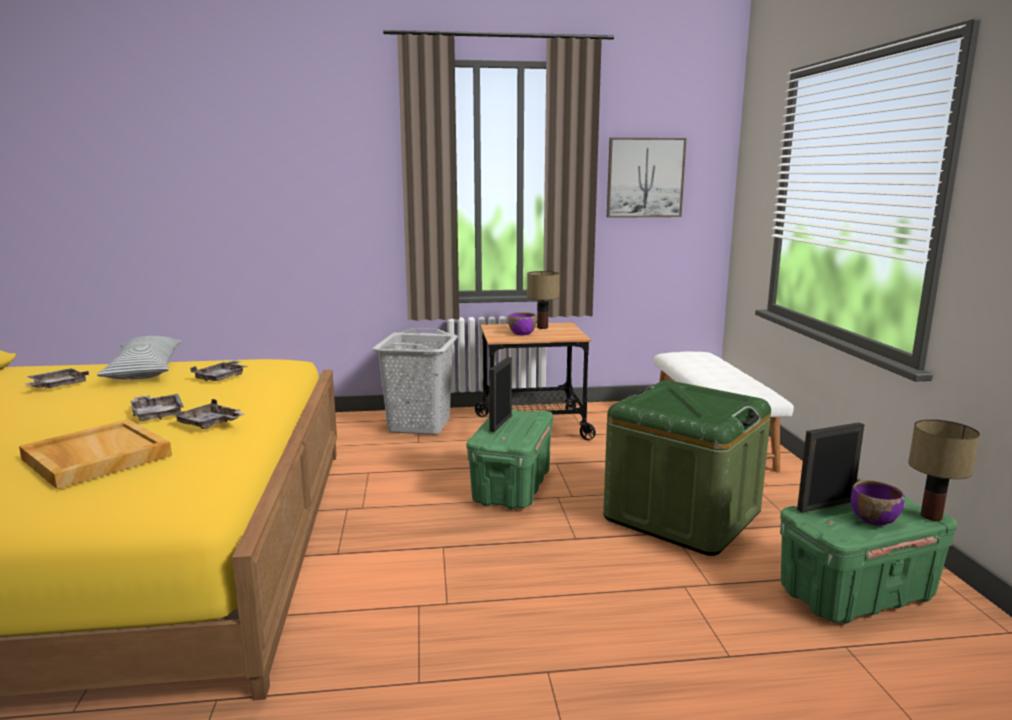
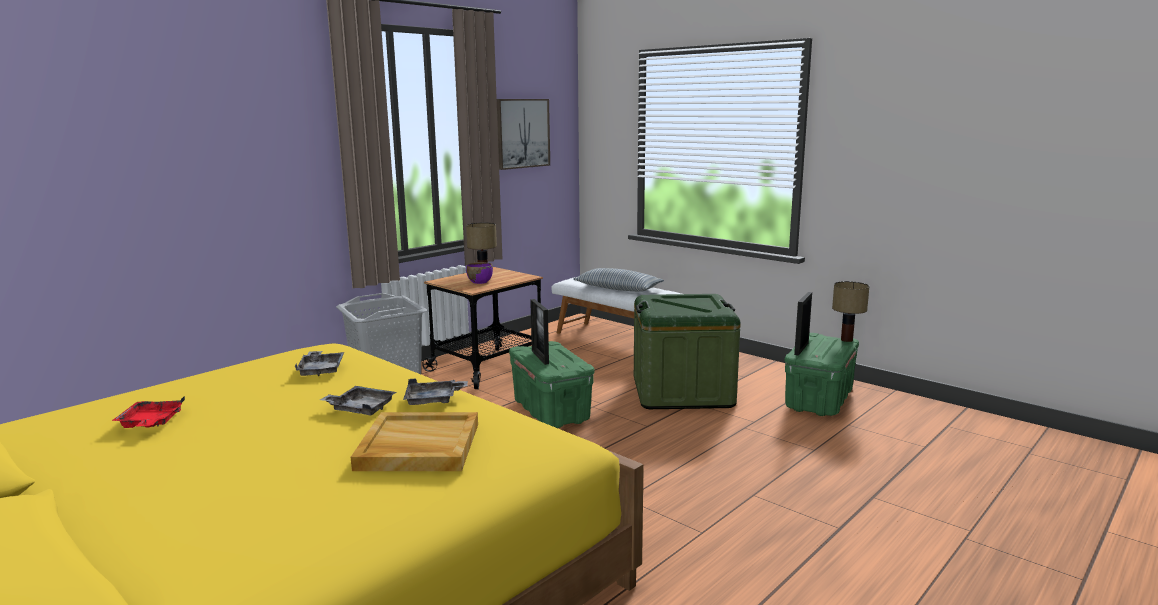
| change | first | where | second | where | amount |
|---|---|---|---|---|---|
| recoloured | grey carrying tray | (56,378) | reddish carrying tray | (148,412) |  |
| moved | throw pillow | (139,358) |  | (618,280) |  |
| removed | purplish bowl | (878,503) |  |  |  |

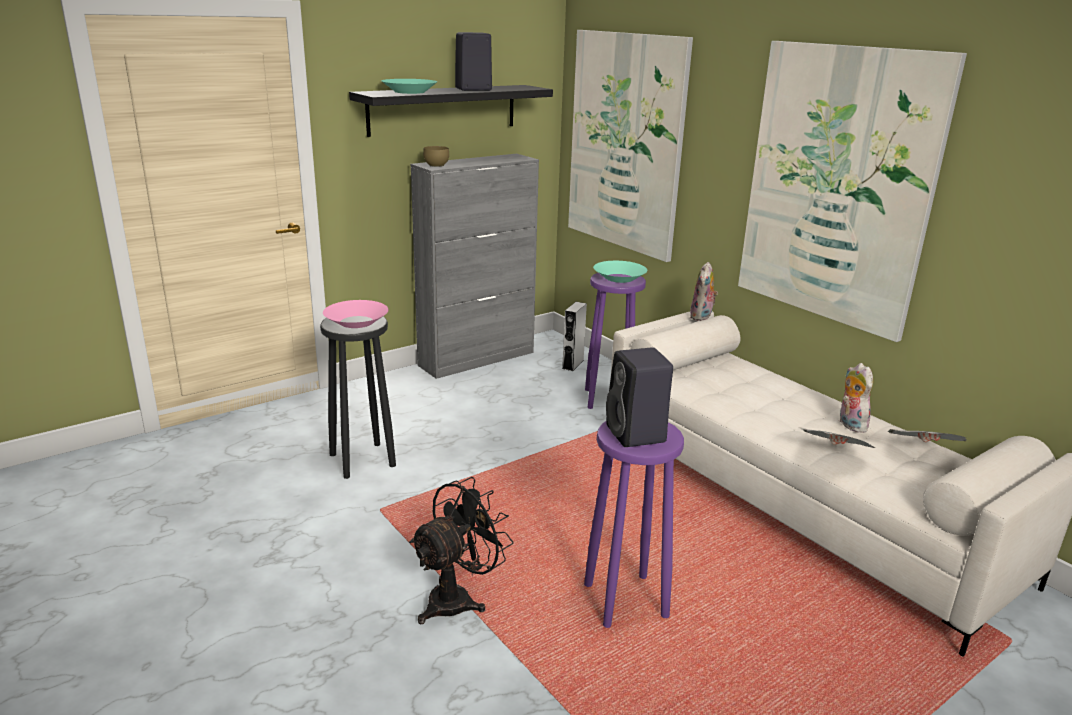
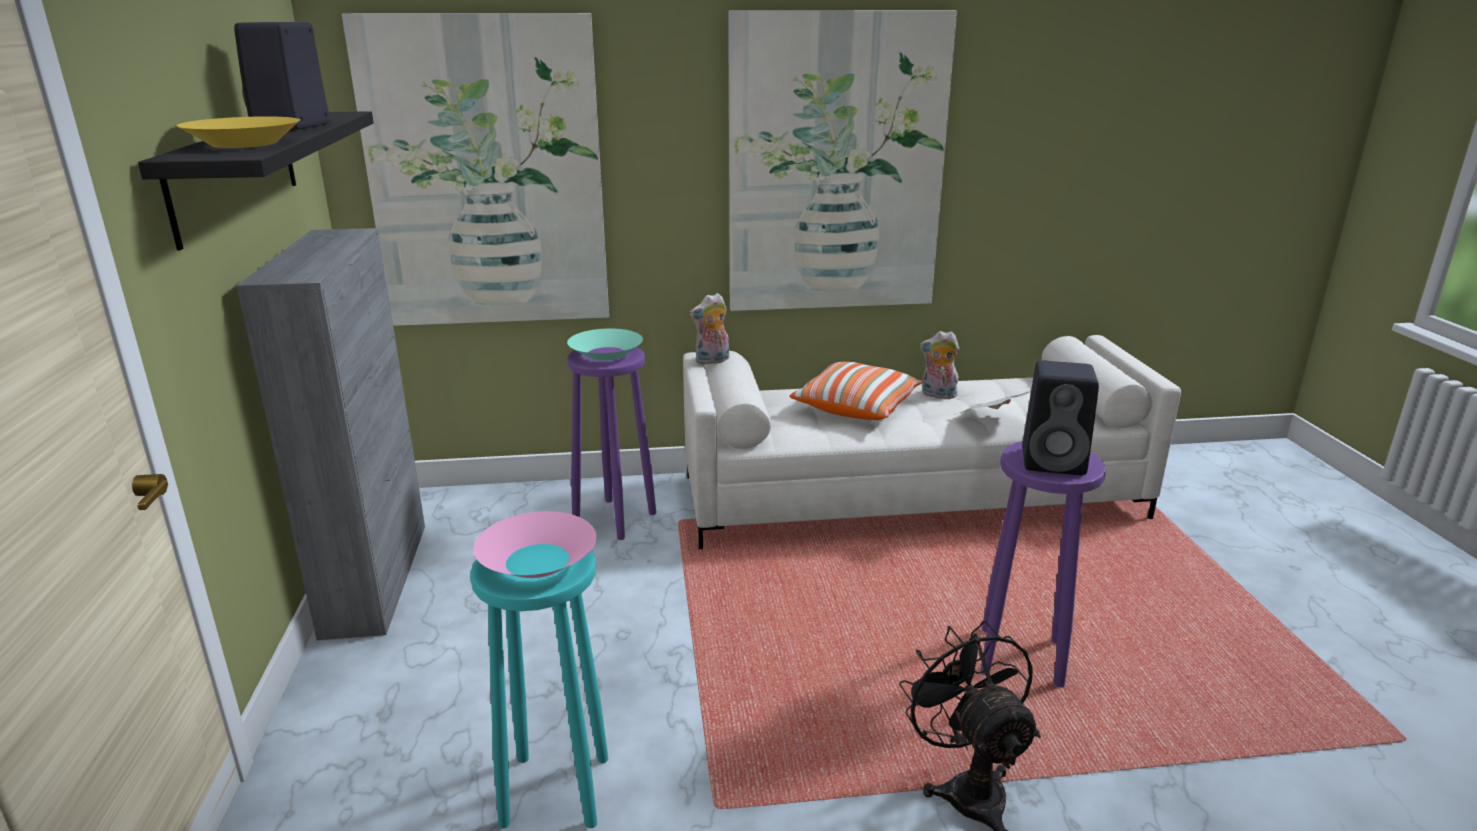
| change | first | where | second | where | amount |
|---|---|---|---|---|---|
| recoloured | turquoise-coloured bowl | (409,86) | yellow-coloured bowl | (238,132) |  |
| recoloured | black stool | (358,397) | turquoise-coloured stool | (539,686) |  |
| turned | soft toy | (704,291) |  | (709,329) | 105 degrees clockwise |
| added |  |  | throw pillow | (856,391) |  |
| removed | brownish bowl | (436,156) |  |  |  |
| removed | grey loudspeaker | (574,336) |  |  |  |
| removed | daily paper | (927,435) |  |  |  |

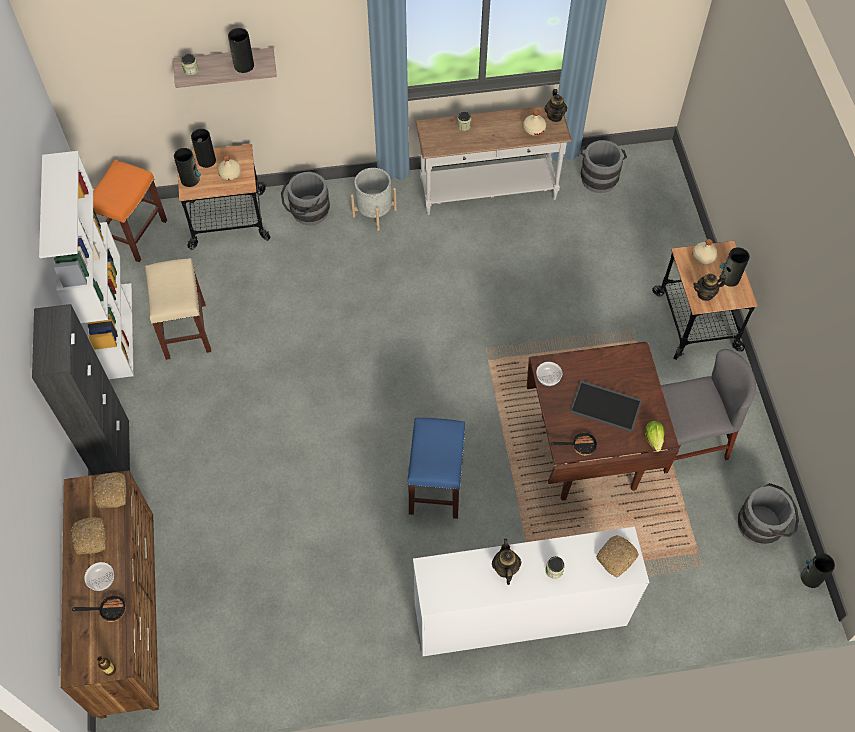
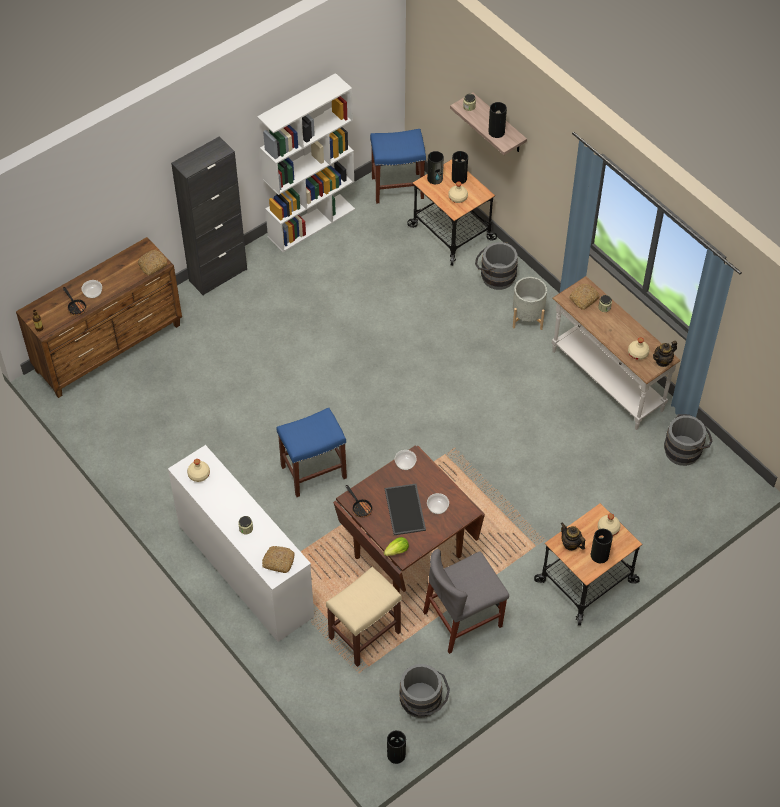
| change | first | where | second | where | amount |
|---|---|---|---|---|---|
| added |  |  | sand-coloured bottle | (198,470) |  |
| moved | sand-coloured stool | (178,309) |  | (364,617) |  |
| recoloured | orange stool | (130,211) | blue stool | (398,166) |  |
| turned | grey chair | (708,411) |  | (466,601) | 105 degrees clockwise |
| added |  |  | bowl | (438,503) |  |
| moved | bread | (88,535) |  | (585,297) |  |
| removed | pot for tea | (507,562) |  |  |  |

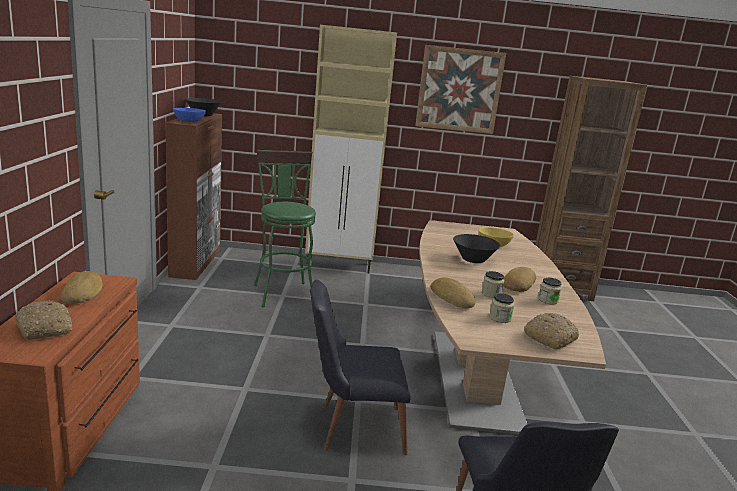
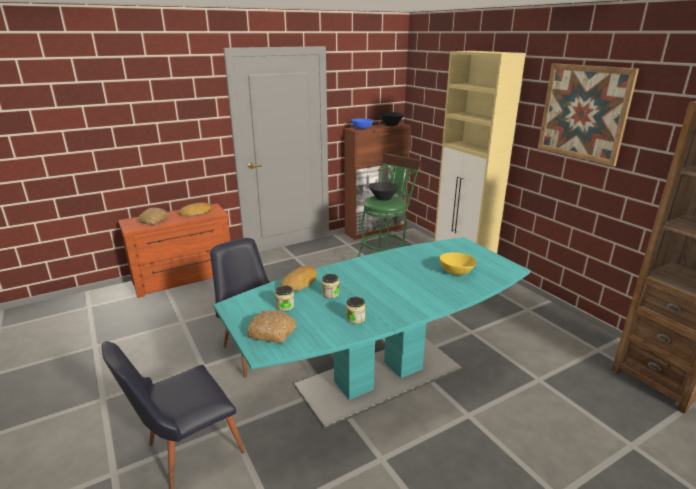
| change | first | where | second | where | amount |
|---|---|---|---|---|---|
| recoloured | brownish dining table | (512,327) | turquoise-coloured dining table | (372,333) |  |
| moved | black bowl | (476,248) |  | (384,191) |  |
| removed | bread | (519,279) |  |  |  |

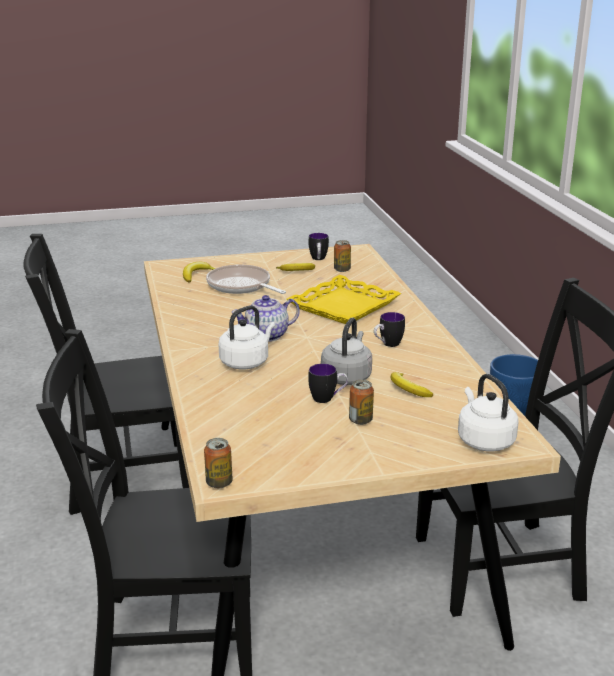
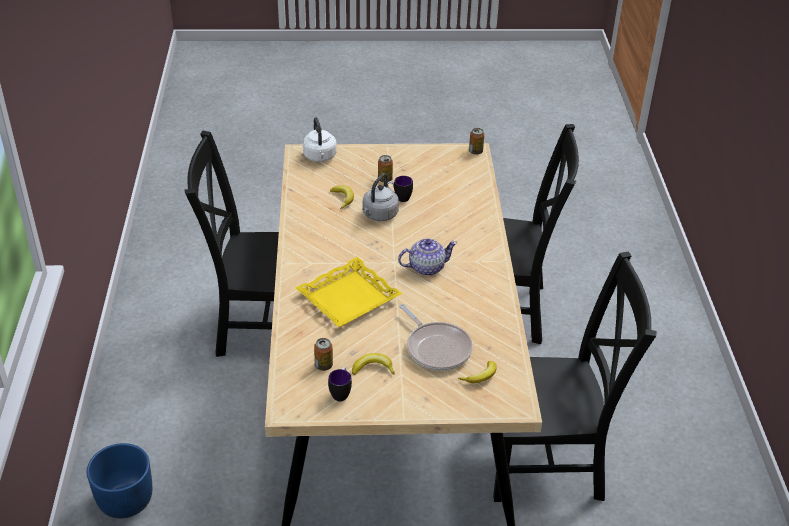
| change | first | where | second | where | amount |
|---|---|---|---|---|---|
| removed | white-coloured tea kettle | (246,337) |  |  |  |
| removed | coffee mug | (389,329) |  |  |  |

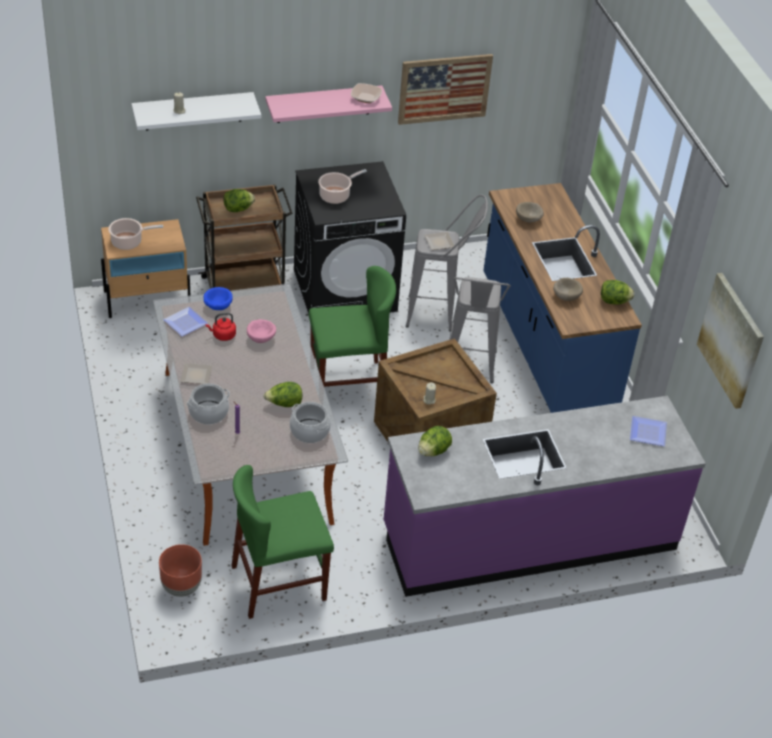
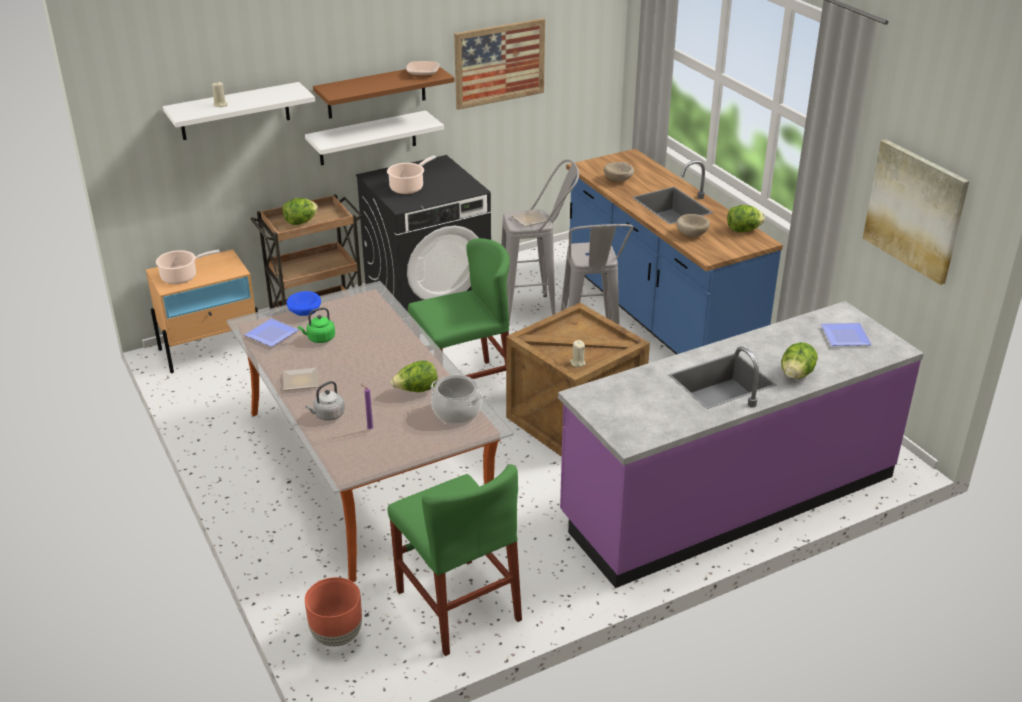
| change | first | where | second | where | amount |
|---|---|---|---|---|---|
| recoloured | reddish tea kettle | (221,327) | green tea kettle | (316,325) |  |
| added |  |  | white-coloured bracket shelf | (374,137) |  |
| replaced | stockpot | (208,404) | grey tea kettle | (325,401) |  |
| recoloured | pink bracket shelf | (328,104) | brownish bracket shelf | (384,93) |  |
| turned | green chair | (283,542) |  | (455,560) | 90 degrees counterclockwise |
| moved | head of lettuce | (435,441) |  | (799,360) |  |
| removed | pink bowl | (261,331) |  |  |  |

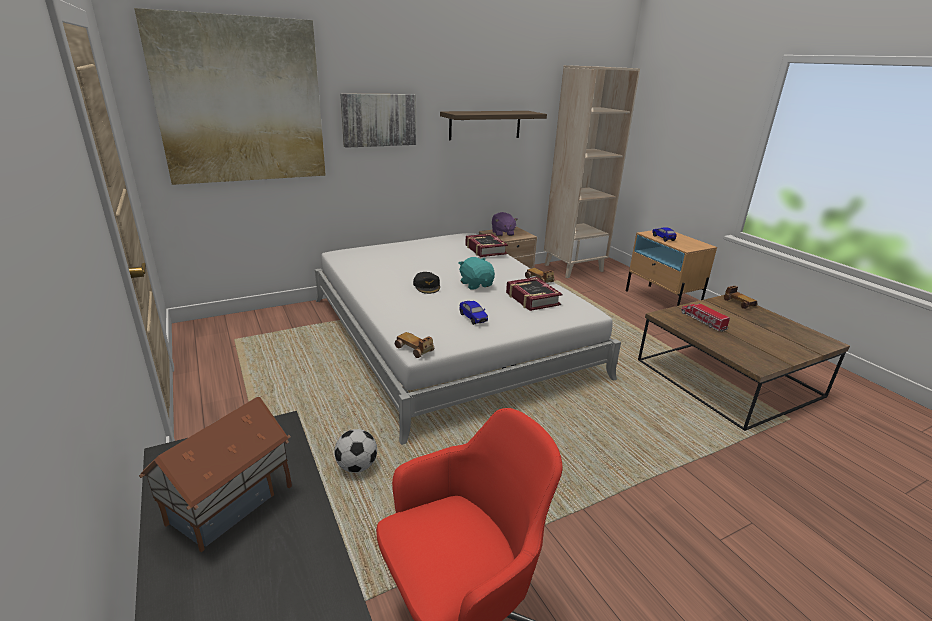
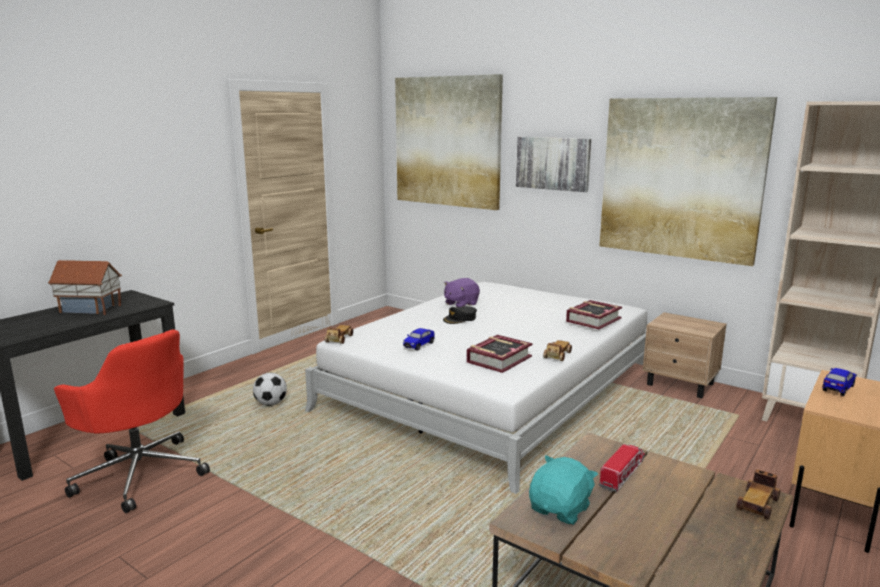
| change | first | where | second | where | amount |
|---|---|---|---|---|---|
| moved | purplish soft toy | (505,224) |  | (462,292) |  |
| moved | turquoise-coloured soft toy | (477,273) |  | (563,490) |  |
| replaced | bracket shelf | (493,125) | wall picture | (688,181) |  |

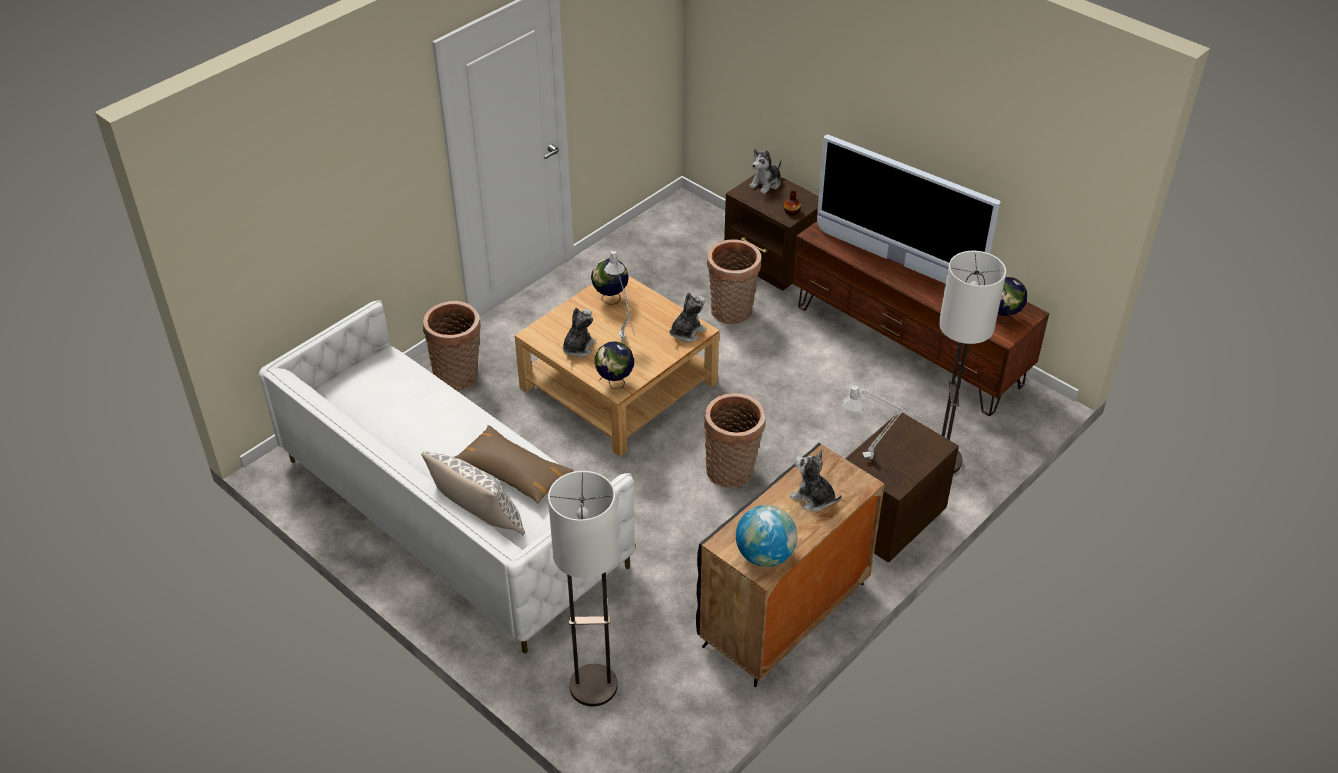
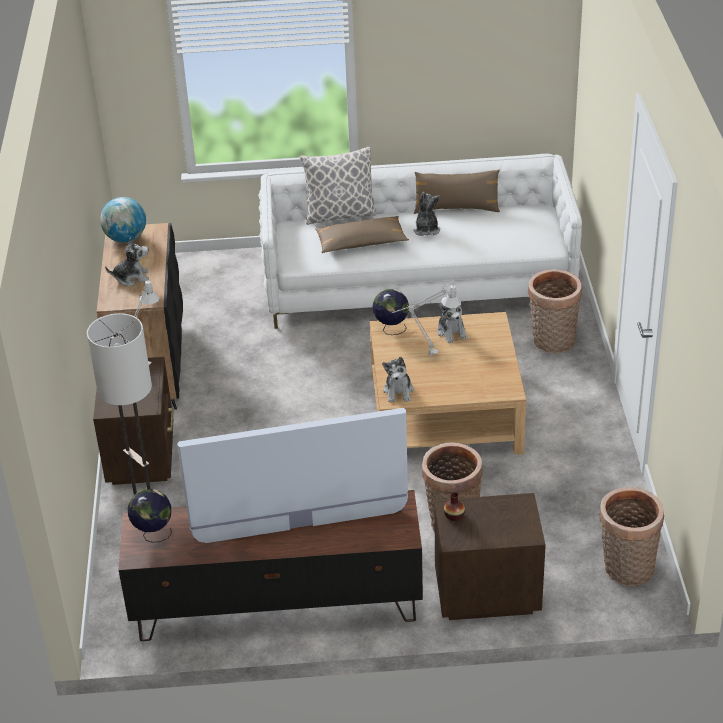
| change | first | where | second | where | amount |
|---|---|---|---|---|---|
| moved | soft toy | (765,171) |  | (426,214) |  |
| added |  |  | brownish throw pillow | (457,192) |  |
| moved | basket | (734,440) |  | (631,536) |  |
| removed | floor lamp | (583,588) |  |  |  |
| removed | globe | (610,281) |  |  |  |

